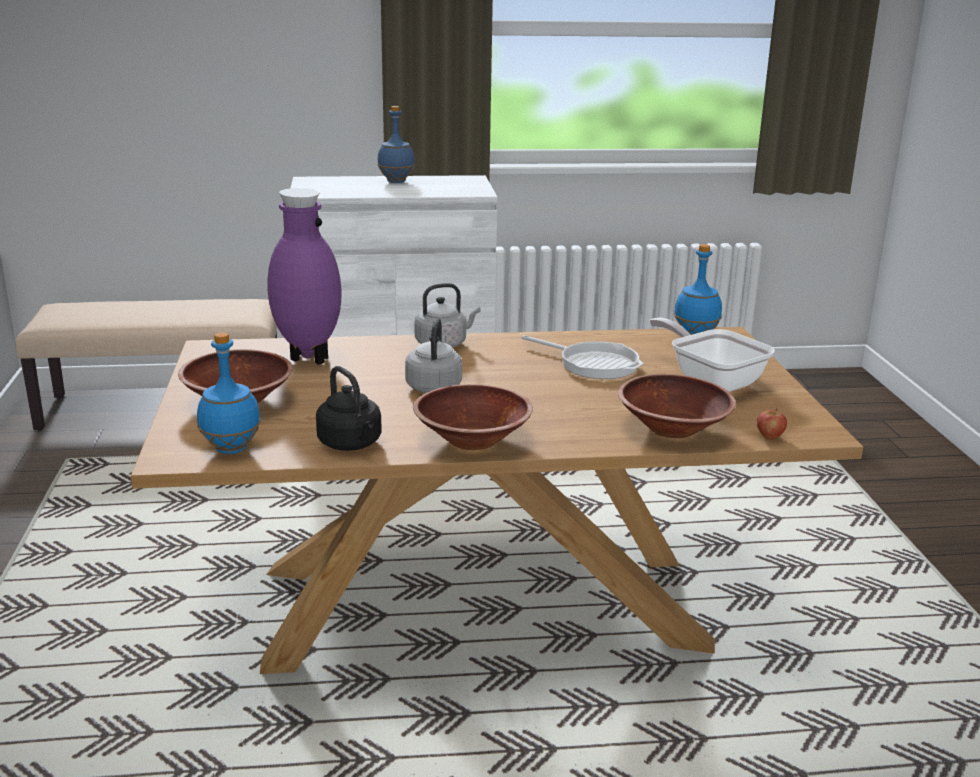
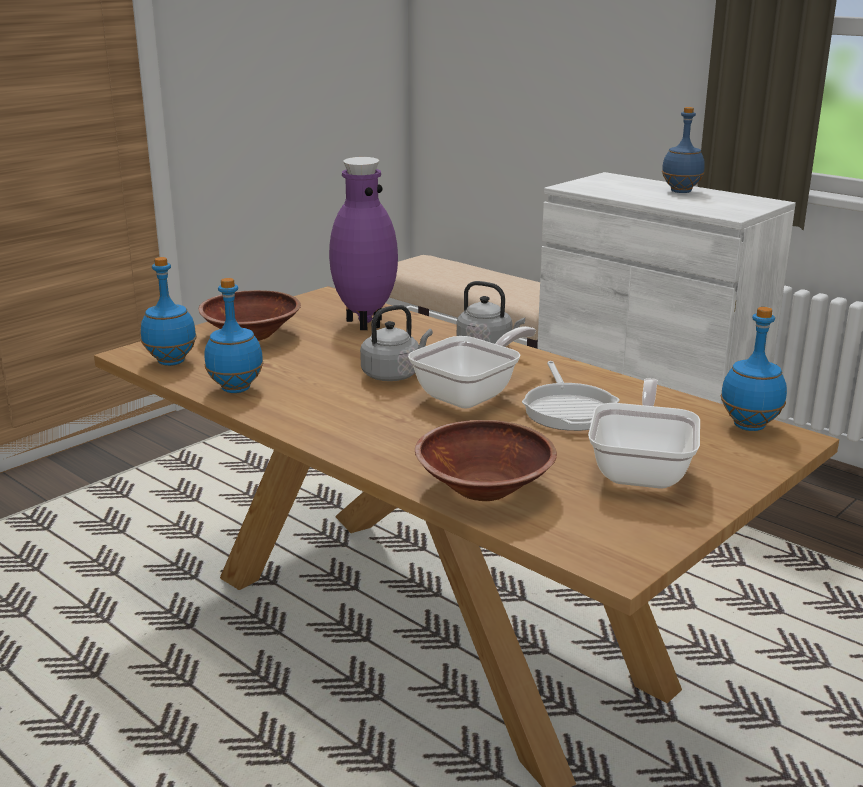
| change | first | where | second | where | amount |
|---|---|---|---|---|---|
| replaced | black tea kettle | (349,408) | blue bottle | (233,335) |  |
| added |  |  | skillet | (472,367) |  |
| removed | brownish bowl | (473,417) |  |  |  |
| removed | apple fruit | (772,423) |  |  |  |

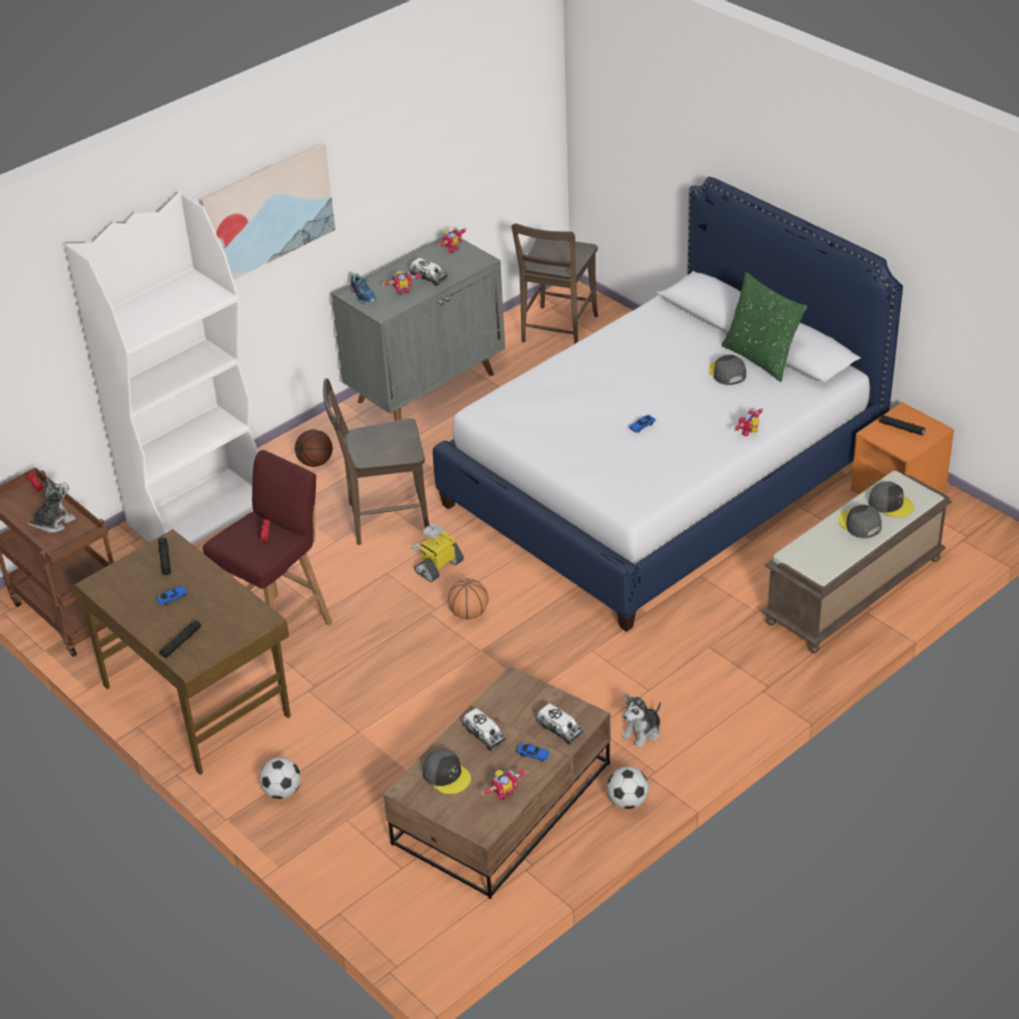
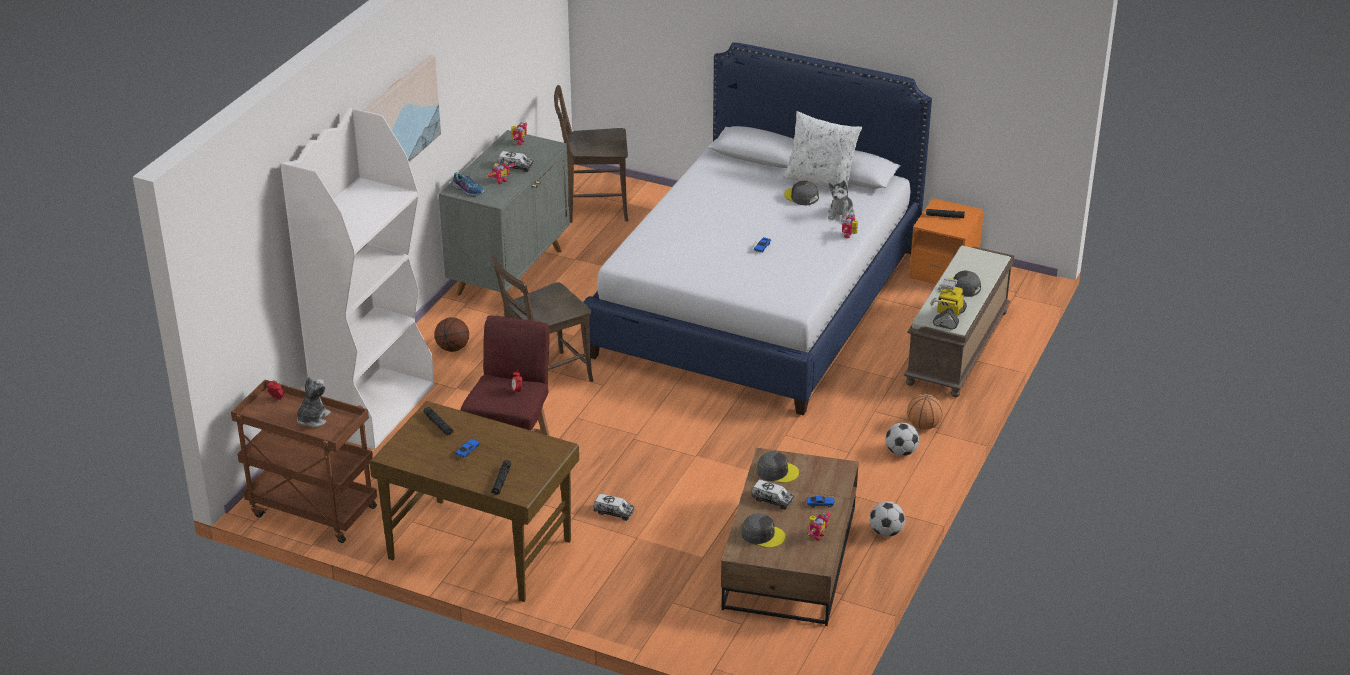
| change | first | where | second | where | amount |
|---|---|---|---|---|---|
| turned | brownish chair | (555,283) |  | (591,154) | 90 degrees clockwise |
| moved | toy truck | (560,724) |  | (613,507) |  |
| moved | grey baseball cap | (891,499) |  | (778,467) |  |
| recoloured | green throw pillow | (764,327) | white-coloured throw pillow | (822,153) |  |
| moved | soft toy | (641,721) |  | (841,201) |  |
| moved | football ball | (280,778) |  | (902,439) |  |
| moved | ball for basketball | (468,599) |  | (925,412) |  |
| moved | robot figure | (437,552) |  | (948,303) |  |

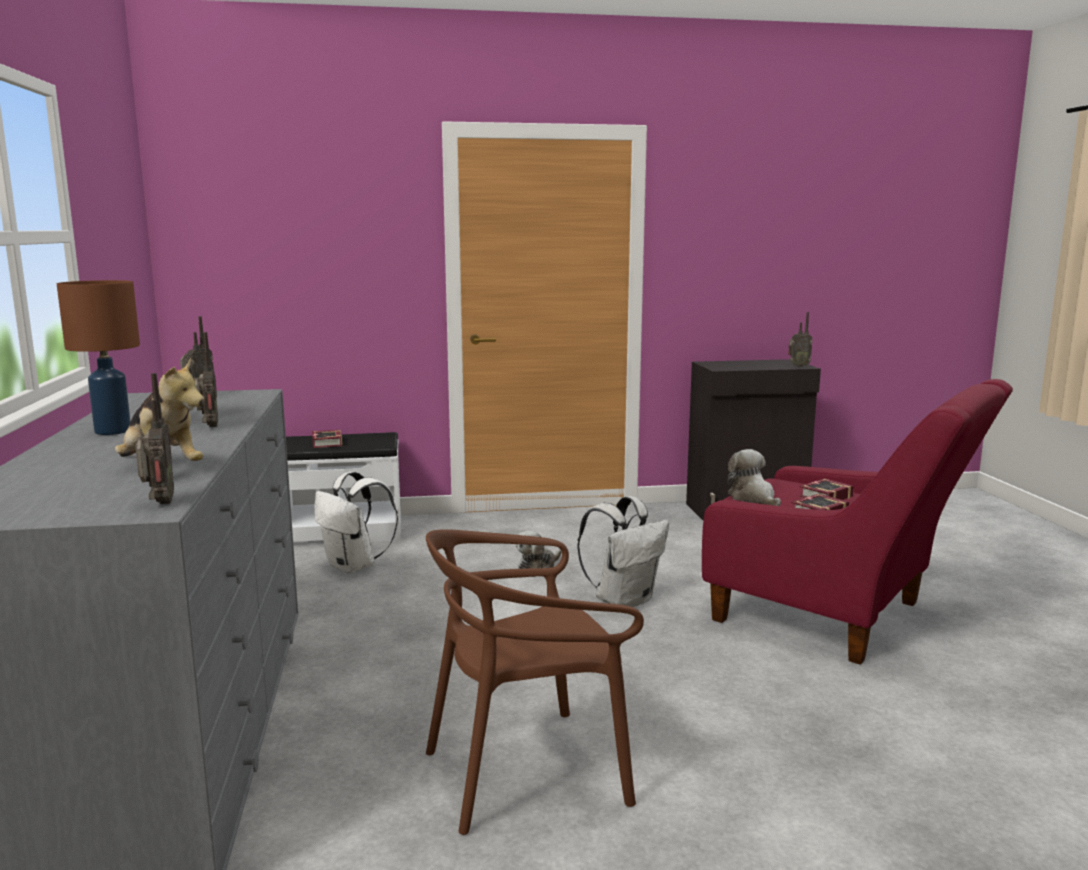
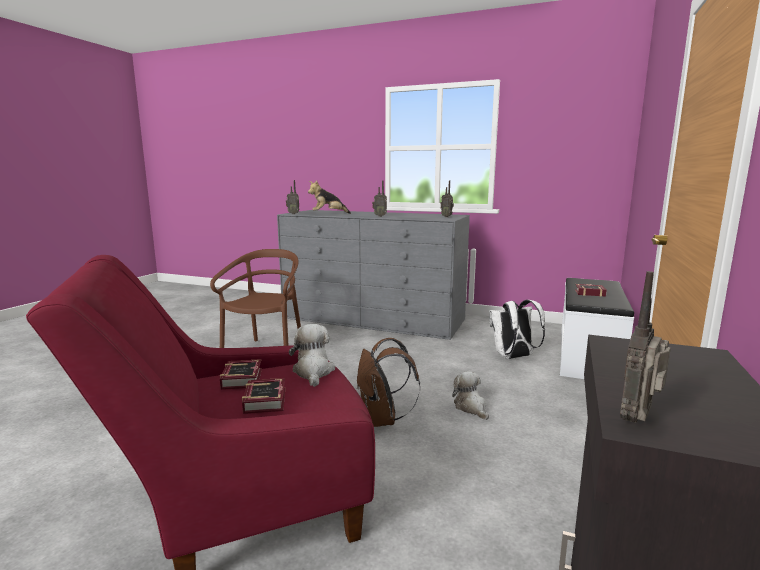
| change | first | where | second | where | amount |
|---|---|---|---|---|---|
| turned | soft toy | (754,477) |  | (312,355) | 105 degrees counterclockwise |
| recoloured | white-coloured knapsack | (623,551) | brownish knapsack | (388,382) |  |
| removed | brownish tabletop lamp | (98,357) |  |  |  |

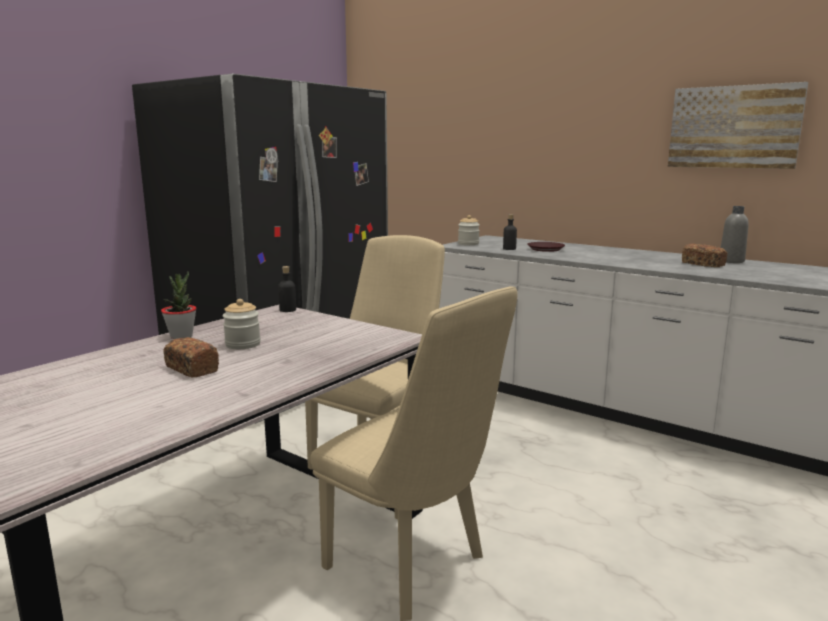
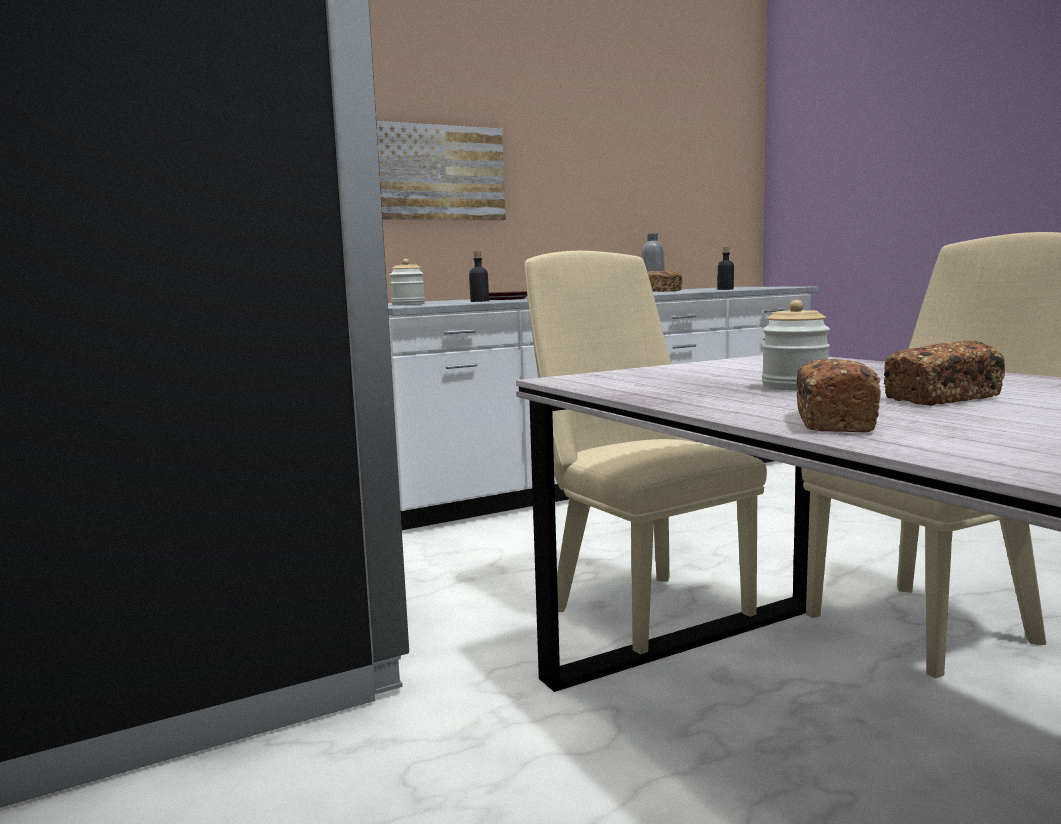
| change | first | where | second | where | amount |
|---|---|---|---|---|---|
| moved | wall picture | (738,125) |  | (441,170) |  |
| moved | black bottle | (287,289) |  | (726,268) |  |
| added |  |  | bread | (838,396) |  |
| removed | houseplant | (178,305) |  |  |  |

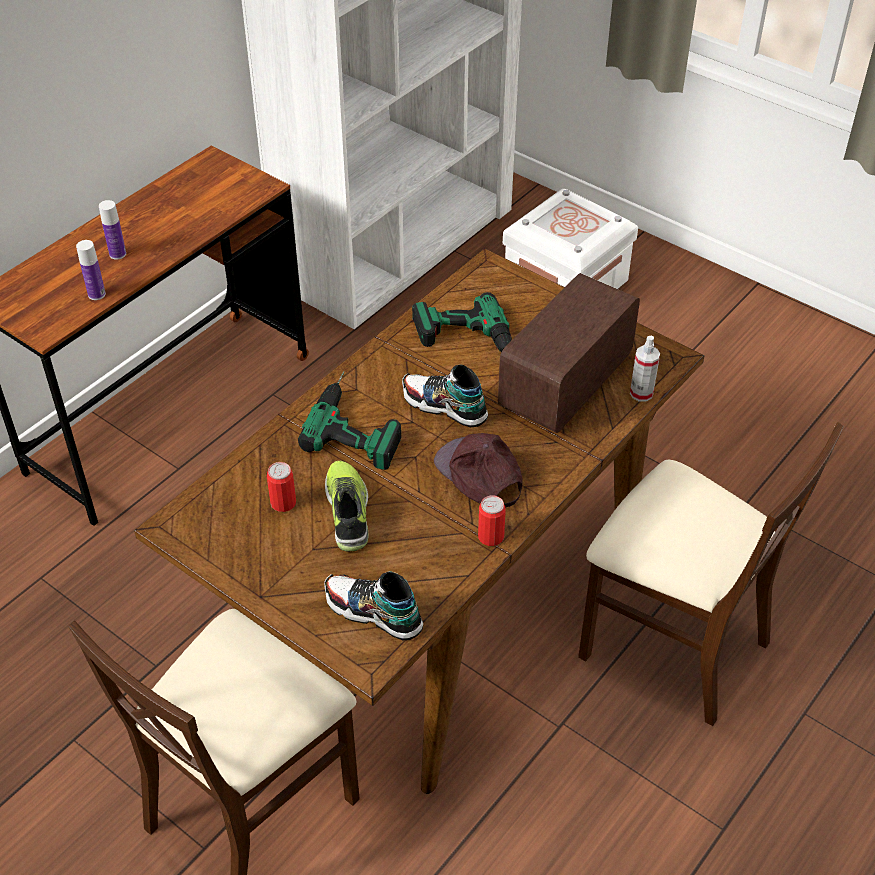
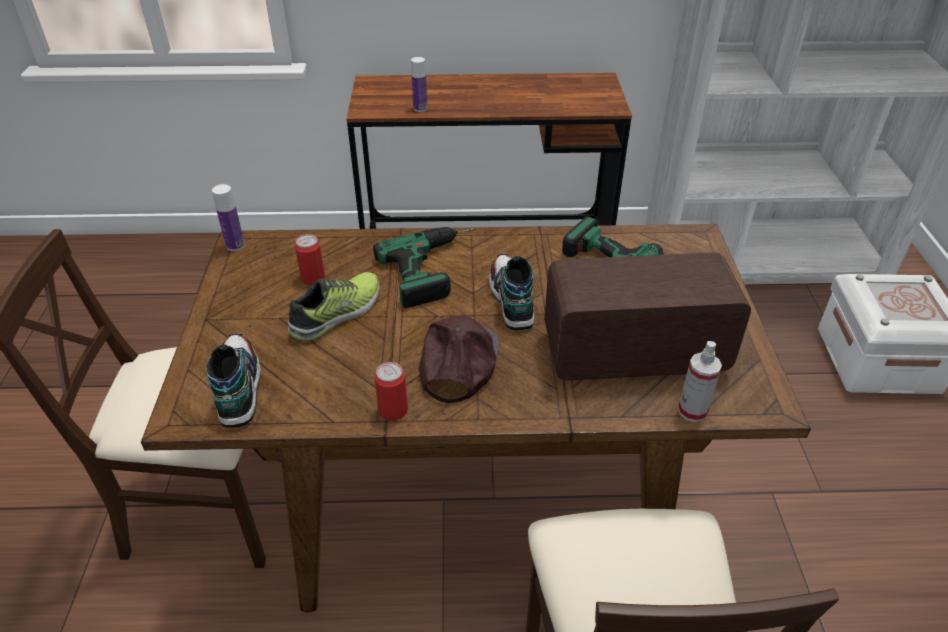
| change | first | where | second | where | amount |
|---|---|---|---|---|---|
| moved | bottle | (112,230) |  | (228,217) |  |

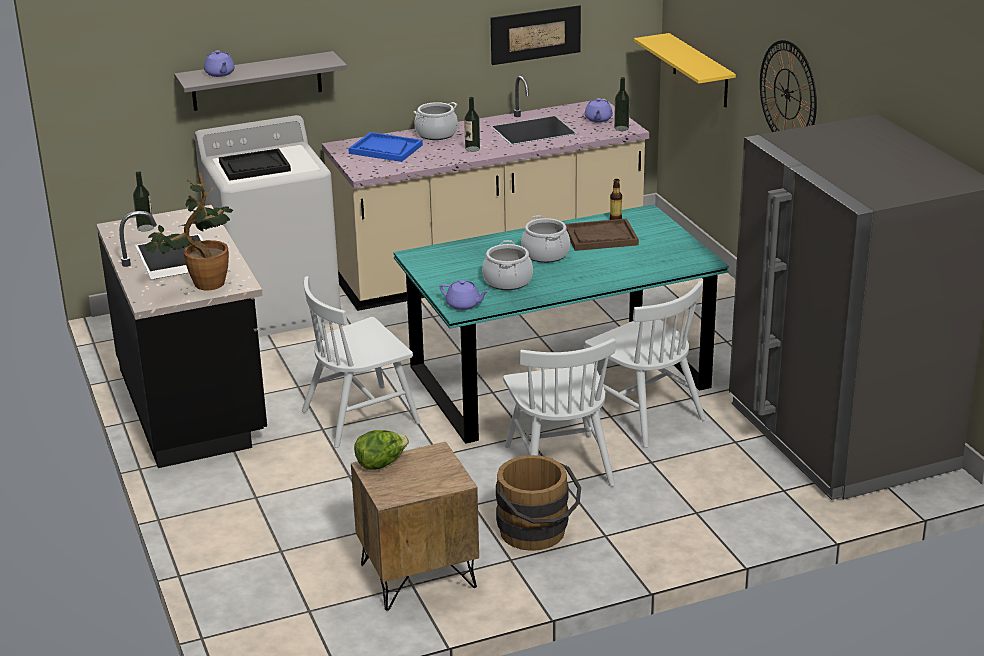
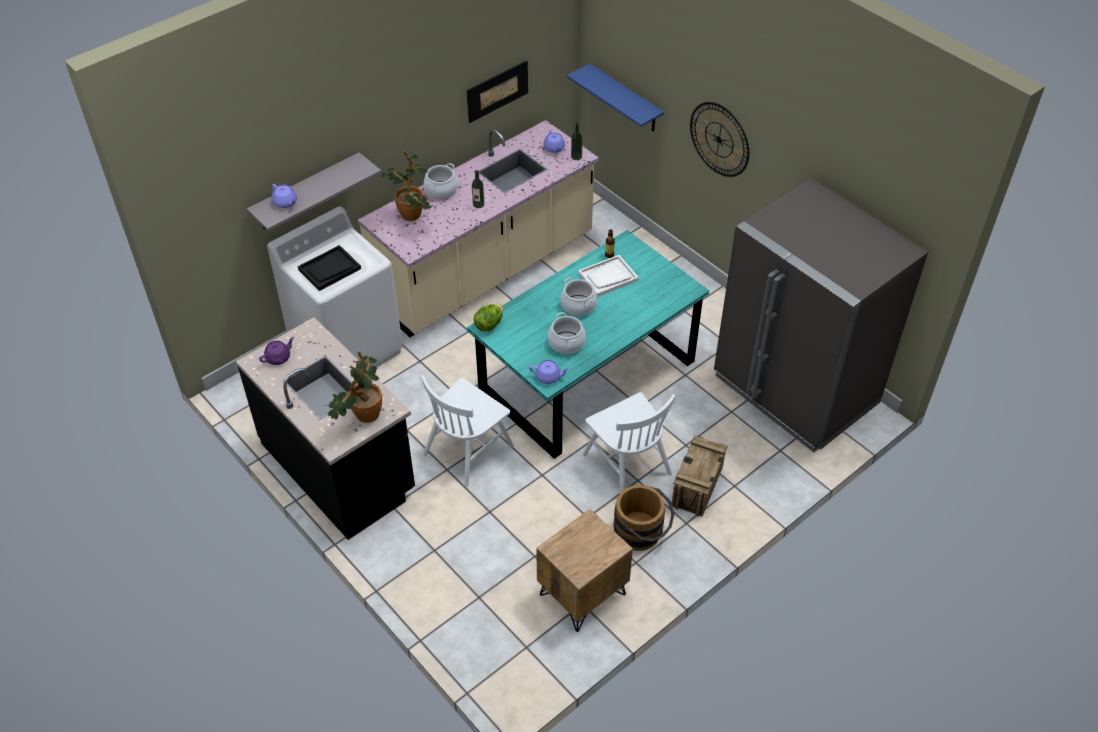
| change | first | where | second | where | amount |
|---|---|---|---|---|---|
| replaced | bottle | (143,201) | purplish pot for tea | (276,351) |  |
| replaced | blue carrying tray | (385,147) | houseplant | (406,185) |  |
| moved | head of lettuce | (381,450) |  | (488,317) |  |
| recoloured | yellow-coloured bracket shelf | (685,70) | blue bracket shelf | (615,98) |  |
| recoloured | brownish carrying tray | (602,235) | white-coloured carrying tray | (608,276) |  |
| added |  |  | crate | (700,476) |  |
| removed | white-coloured chair | (645,364) |  |  |  |

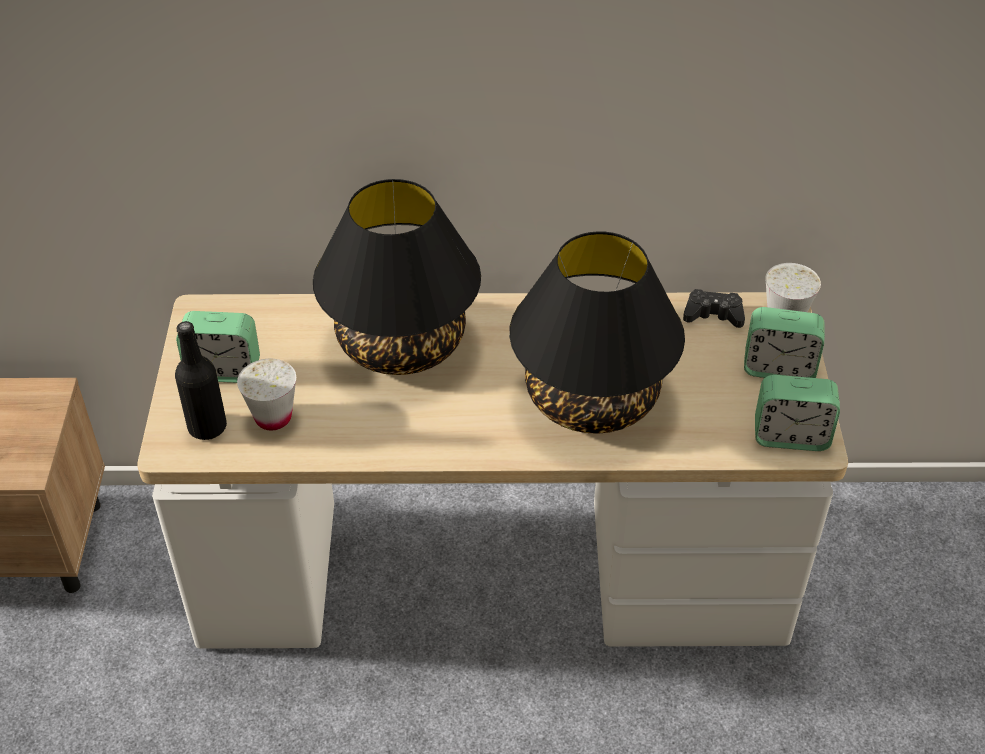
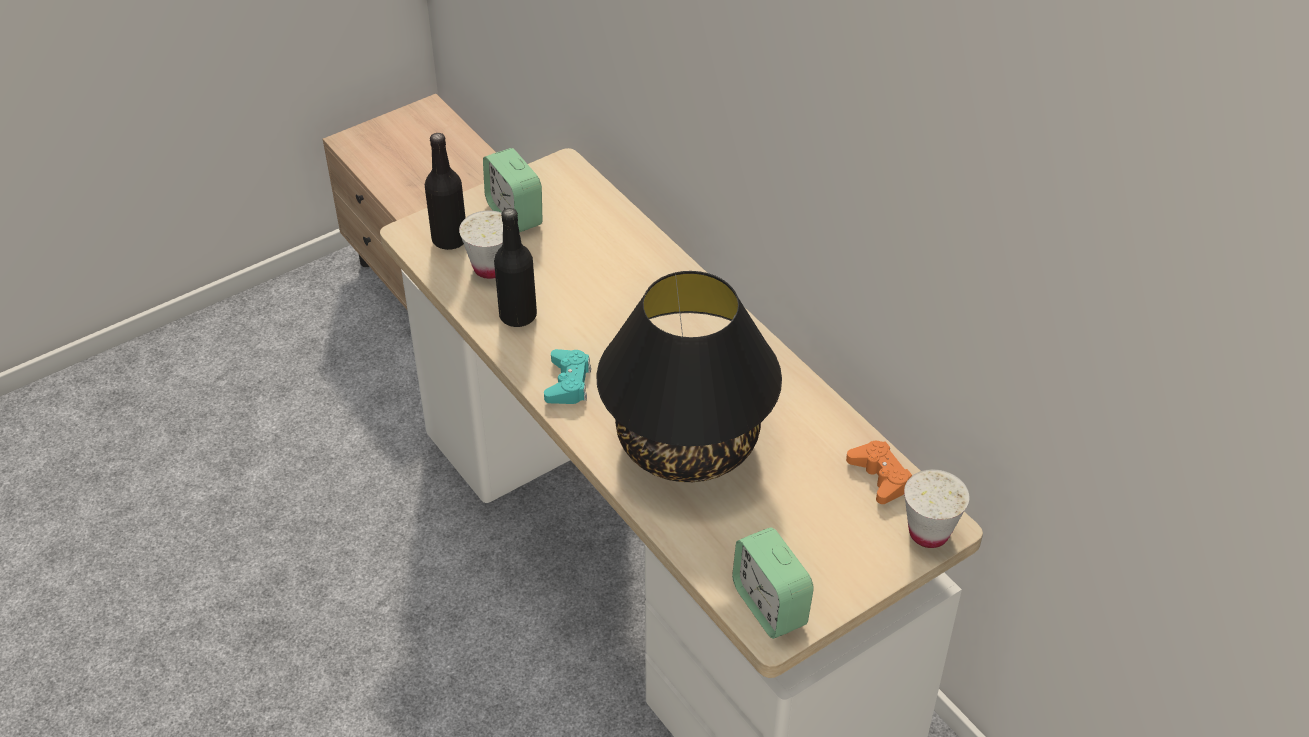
| change | first | where | second | where | amount |
|---|---|---|---|---|---|
| added |  |  | black bottle | (515,267) |  |
| added |  |  | turquoise-coloured gamepad | (567,376) |  |
| recoloured | black gamepad | (714,308) | orange gamepad | (879,472) |  |
| removed | black tabletop lamp | (397,277) |  |  |  |
| removed | table clock | (784,342) |  |  |  |

